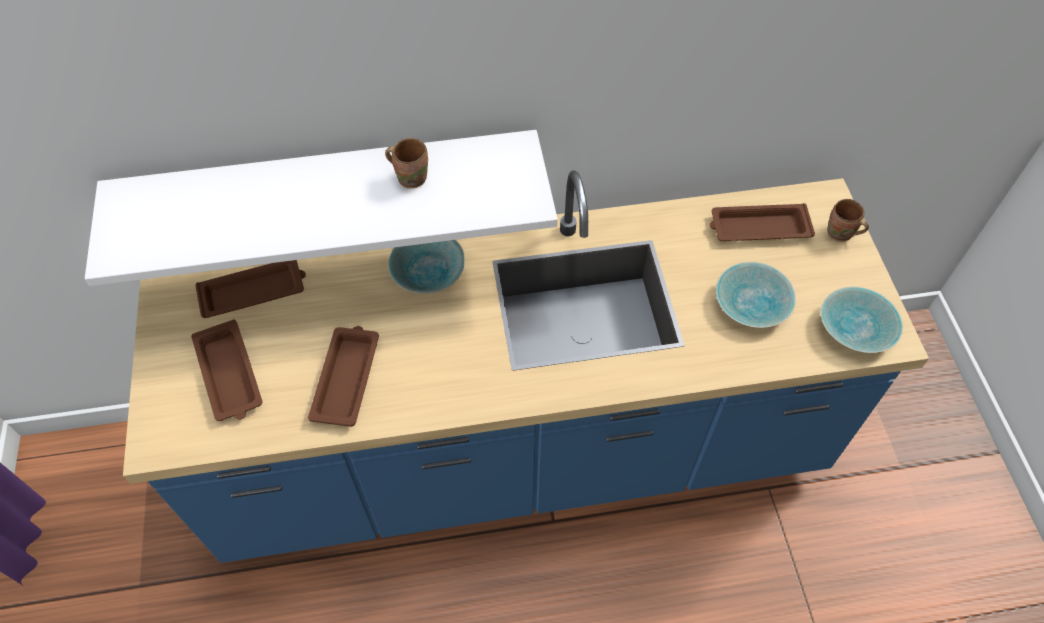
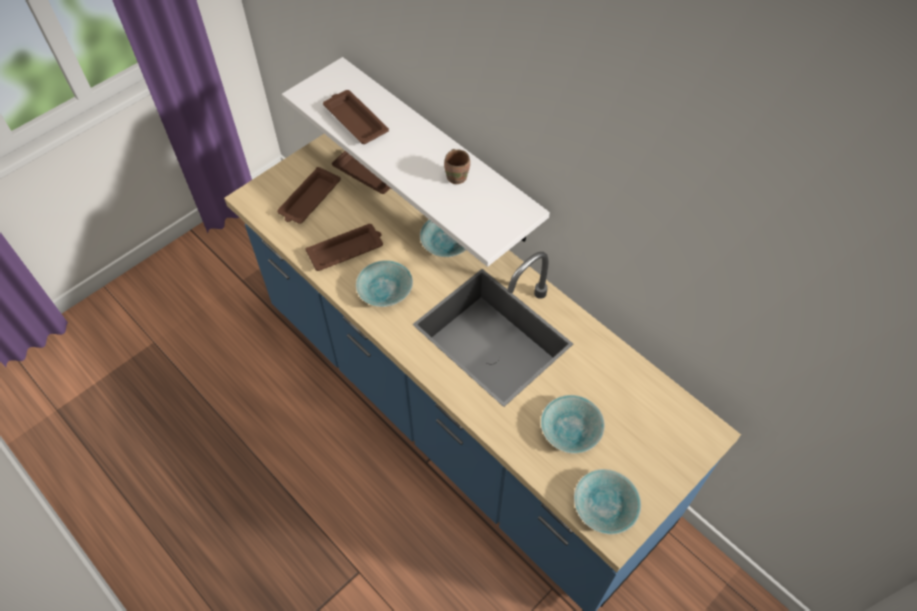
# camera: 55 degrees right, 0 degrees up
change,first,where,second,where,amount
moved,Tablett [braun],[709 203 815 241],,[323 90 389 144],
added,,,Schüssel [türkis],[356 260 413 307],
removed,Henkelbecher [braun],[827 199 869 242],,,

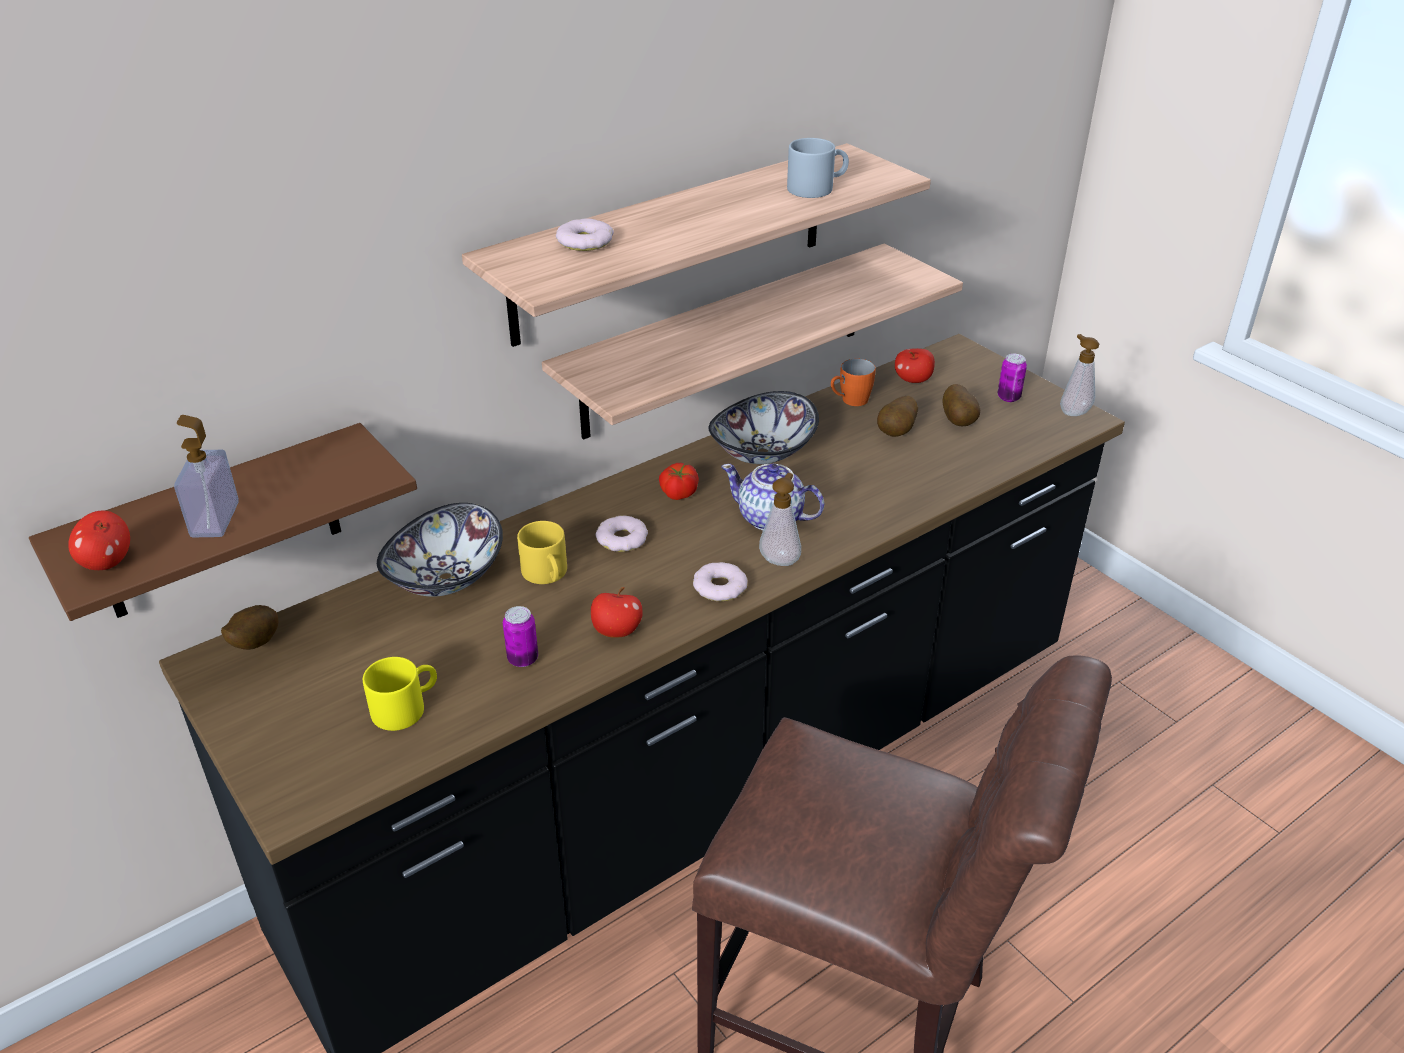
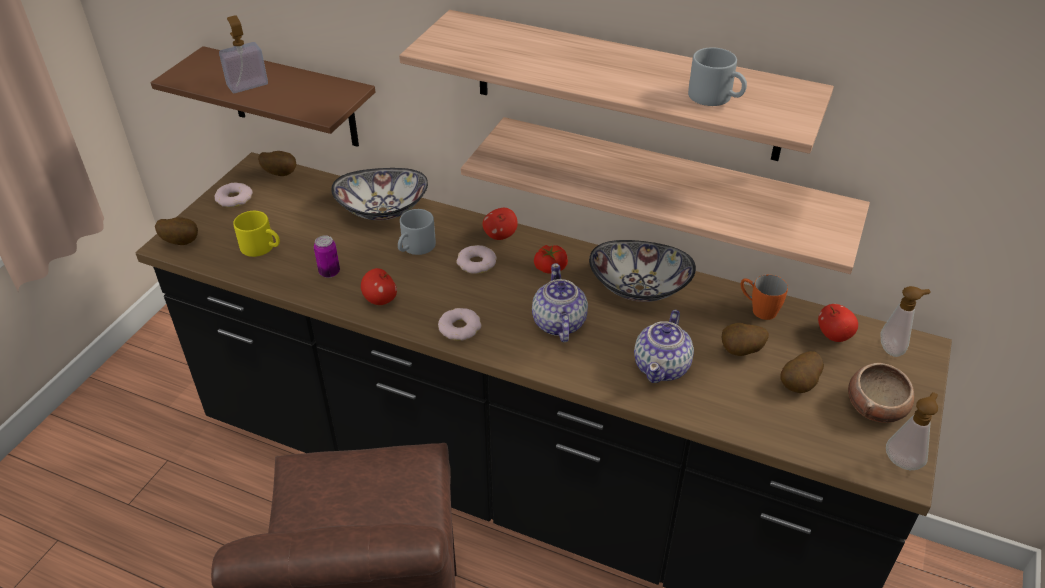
# camera: 60 degrees right, 5 degrees up
change,first,where,second,where,amount
added,,,Kartoffel,[155 217 198 245],
moved,Donut,[556 218 614 251],,[214 183 253 207],
recoloured,Henkelbecher [gelb],[517 521 567 584],Henkelbecher [grau],[398 209 436 255],
moved,Apfel,[68 511 130 570],,[482 208 518 240],
added,,,Teekanne,[634 310 694 383],
replaced,Dose,[997 354 1027 402],Schüssel,[848 363 914 423],
moved,Seifenspender,[759 473 801 566],,[881 286 931 357],

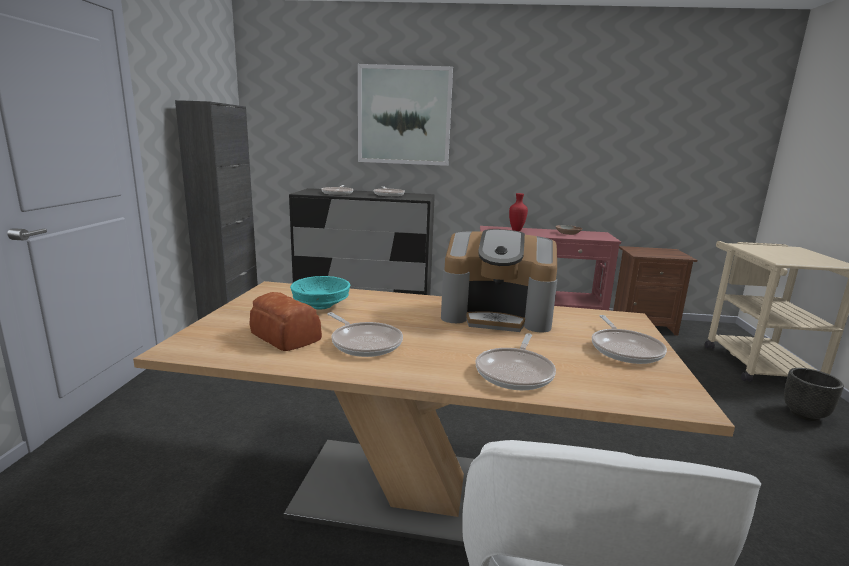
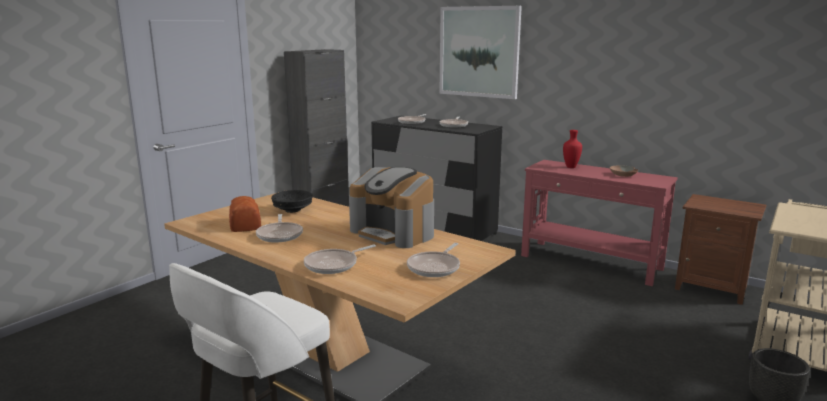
# camera: 30 degrees right, 0 degrees up
change,first,where,second,where,amount
recoloured,Schüssel [türkis],[290 276 350 309],Schüssel [schwarz],[271 190 313 213],

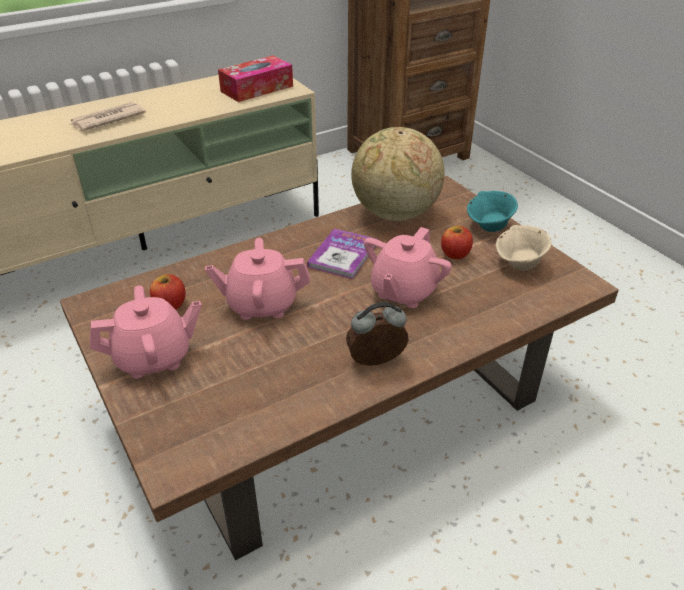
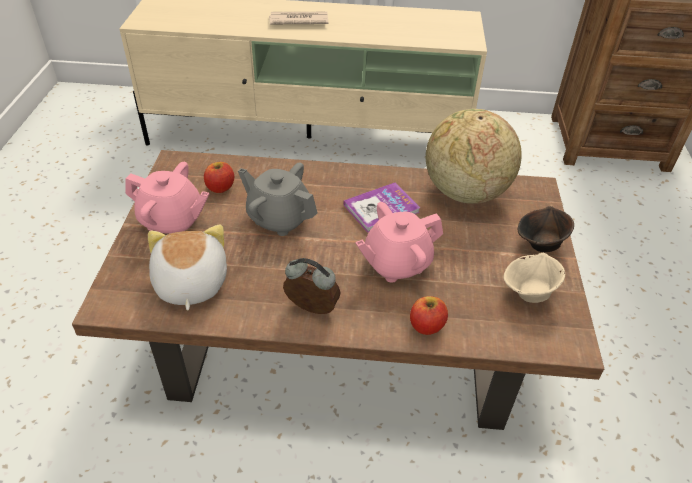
# camera: 35 degrees right, 5 degrees up
change,first,where,second,where,amount
added,,,Plüschtier,[148 224 227 311],
recoloured,Teekanne [rosa],[205 238 310 320],Teekanne [grau],[238 163 318 236],
moved,Apfel,[441 226 473 259],,[410 296 448 335],
recoloured,Schüssel [türkis],[467 191 518 232],Schüssel [braun],[518 206 574 252],
removed,Taschentuchbox,[218 56 293 102],,,

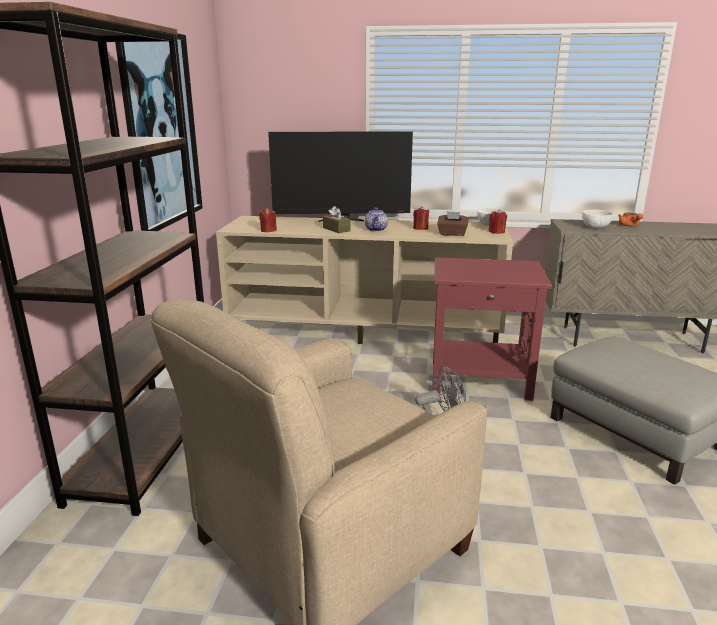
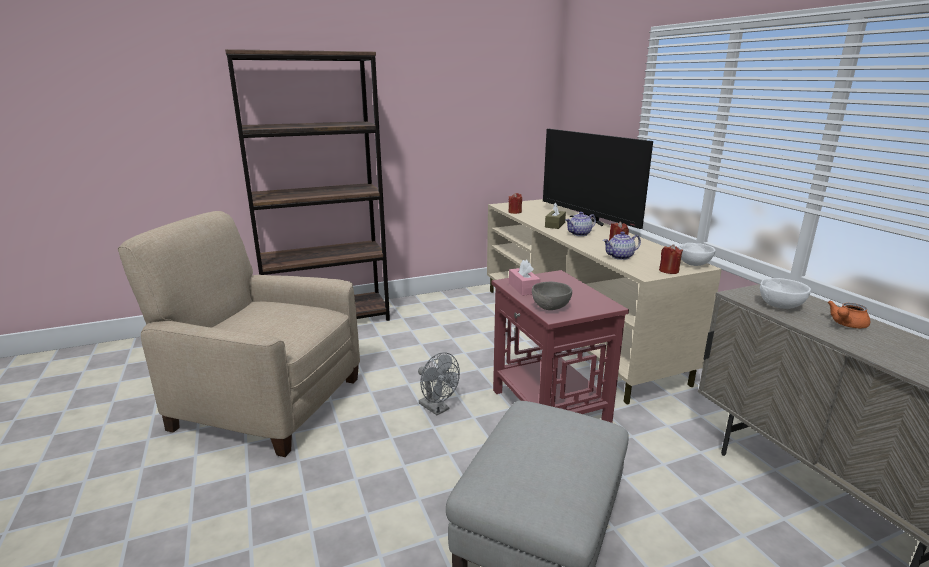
# camera: 60 degrees right, 0 degrees up
change,first,where,second,where,amount
added,,,Taschentuchbox [rosa],[509 260 540 296],
added,,,Schüssel [grau],[532 282 572 310],
replaced,Taschentuchbox [braun],[437 211 469 236],Teekanne,[603 232 641 260],
removed,Bild,[115 34 203 231],,,

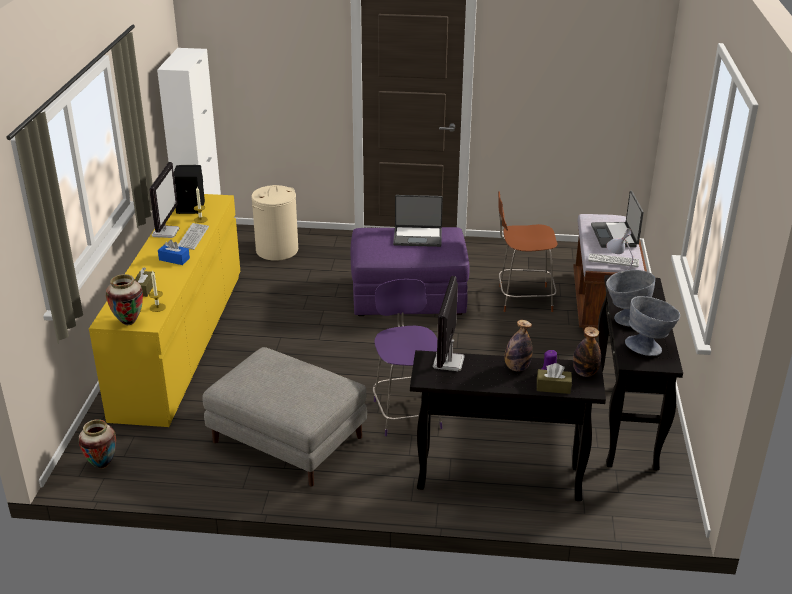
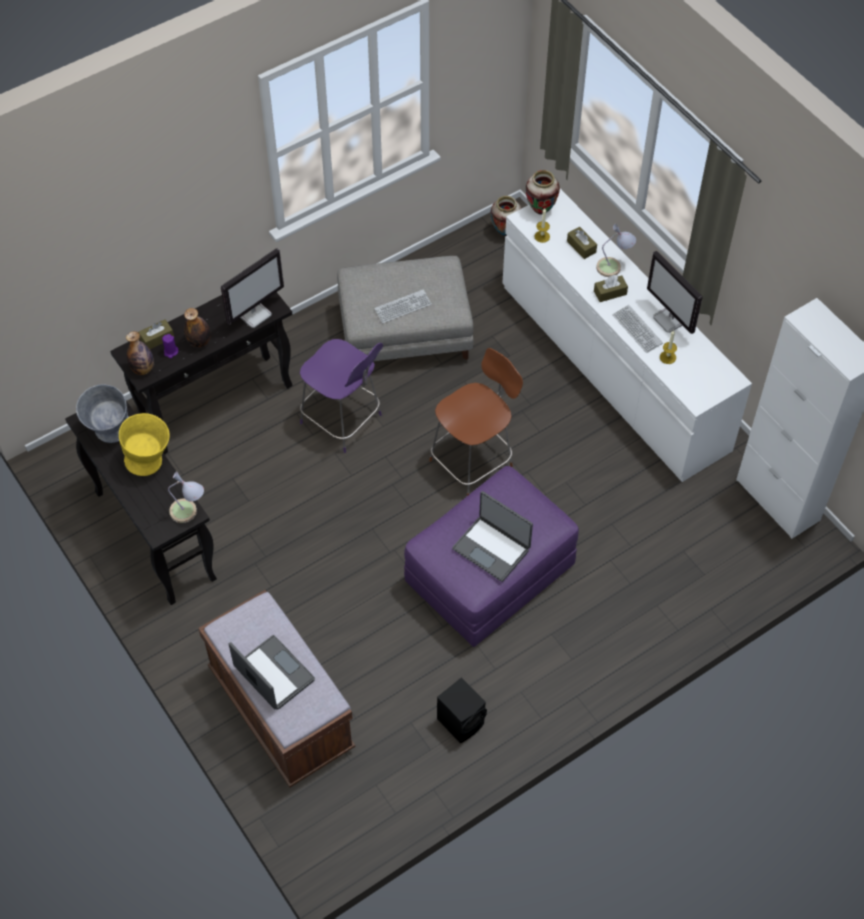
# camera: 140 degrees right, 25 degrees up
change,first,where,second,where,amount
recoloured,Schüssel [grau],[606 270 655 326],Schüssel [gelb],[119 413 169 476],
turned,Monitor,[433 276 465 371],,[221 248 284 328],75 degrees clockwise
moved,Tastatur,[588 253 639 267],,[374 289 432 323],
moved,Stuhl [braun],[498 191 558 312],,[429 348 523 496],
moved,Lautsprecher [schwarz],[174 165 205 214],,[437 677 487 744],
turned,Laptop,[393 195 443 247],,[452 491 533 582],105 degrees counterclockwise
recoloured,Kommode [gelb],[89 194 240 427],Kommode [weiß],[502 189 752 482],
recoloured,Taschentuchbox [blau],[158 240 190 265],Taschentuchbox [braun],[594 275 628 302],
added,,,Tischlampe,[596 223 636 277],
removed,Wäschekorb [beige],[251 185 298 261],,,

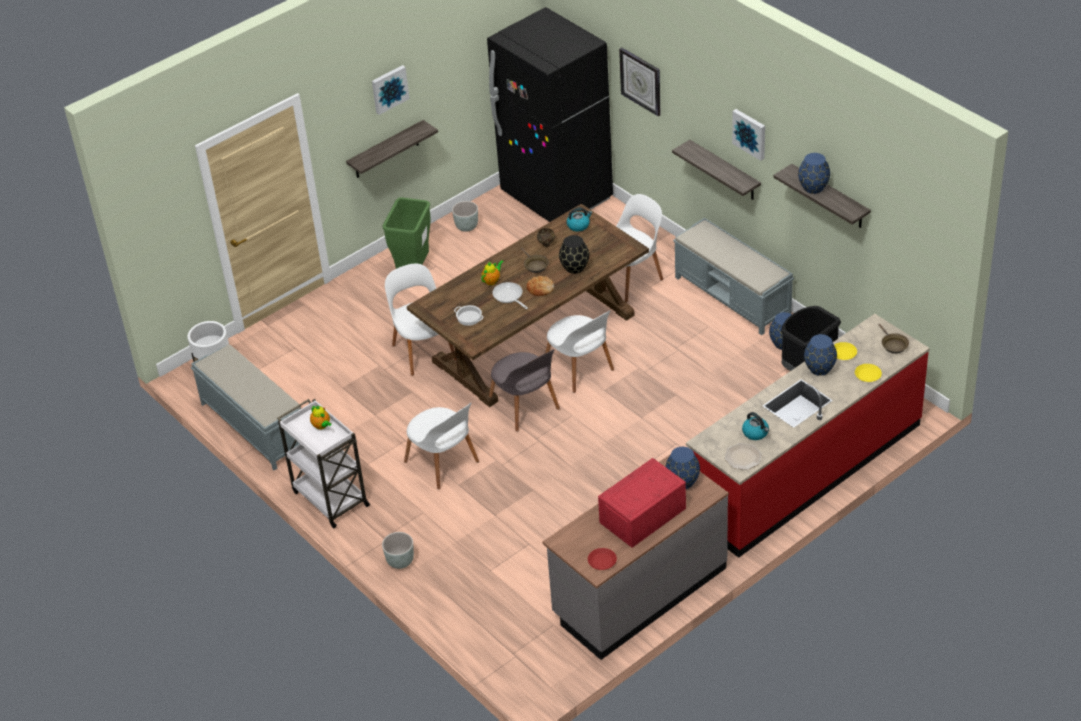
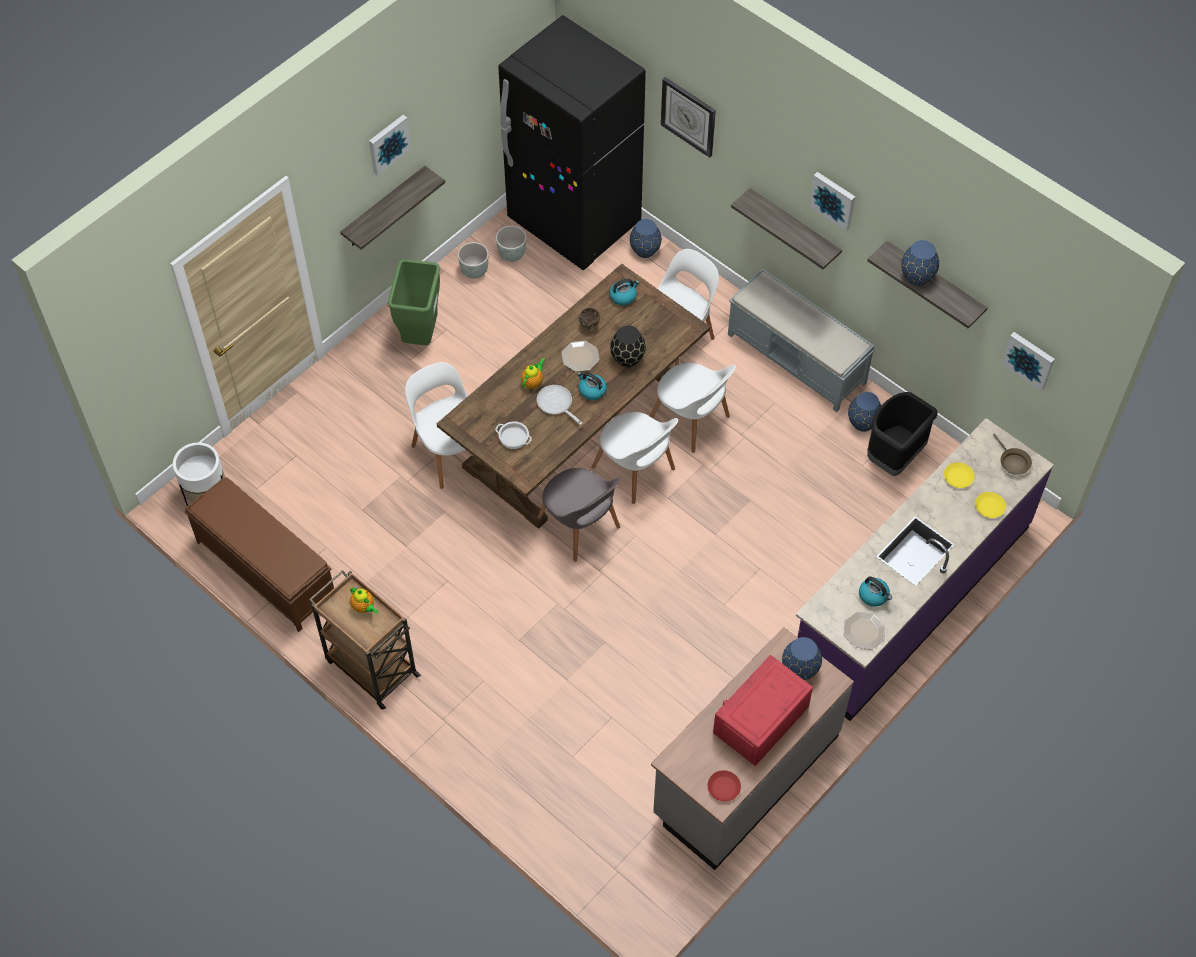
# camera: 10 degrees left, 15 degrees up
change,first,where,second,where,amount
recoloured,Bank [grau],[191 344 301 470],Bank [braun],[184 478 334 632],
recoloured,Rollwagen [weiß],[277 399 370 528],Rollwagen [braun],[309 570 421 710],
moved,Pflanzkübel [grau],[382 532 414 569],,[496 226 526 262],
replaced,Pfanne [braun],[521 248 549 273],Teller,[561 341 599 372],
replaced,Brot,[526 276 554 296],Wasserkessel,[577 372 607 400],
moved,Vase [blau],[804 334 837 376],,[630 219 662 258],
moved,Stuhl [weiß],[404 403 479 490],,[650 363 736 453],
recoloured,Küchenzeile [rot],[686 314 930 558],Küchenzeile [lila],[796 418 1054 721],
added,,,Bild,[1001 332 1055 391],

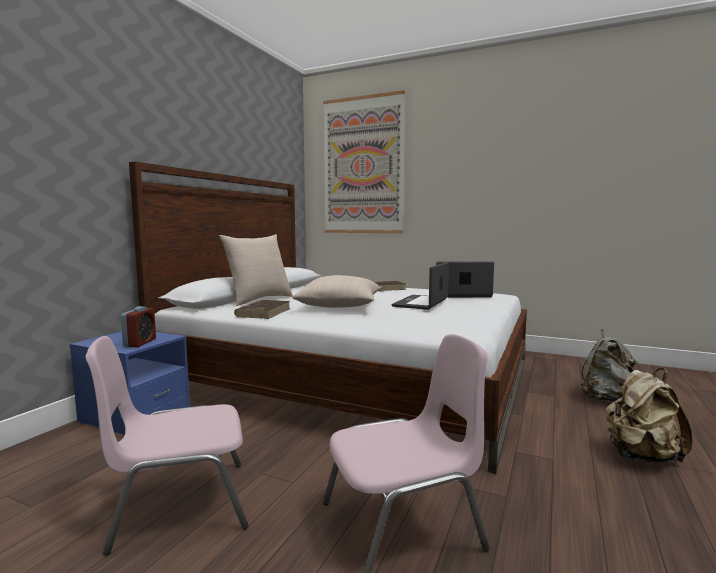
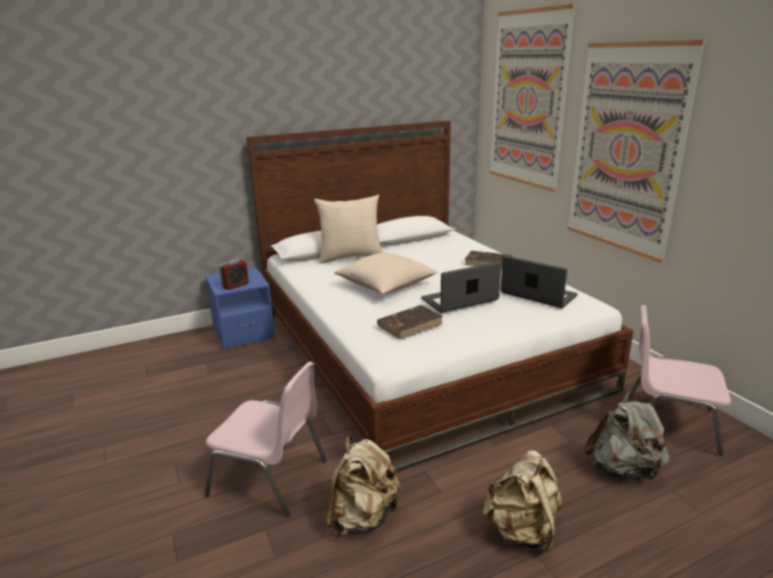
# camera: 40 degrees right, 15 degrees up
change,first,where,second,where,amount
added,,,Rucksack [beige],[325 436 400 536],
moved,Buch [braun],[234 300 290 319],,[377 305 443 340],
added,,,Bild,[567 40 706 263],
moved,Stuhl [rosa],[86 336 249 555],,[628 305 731 456],

